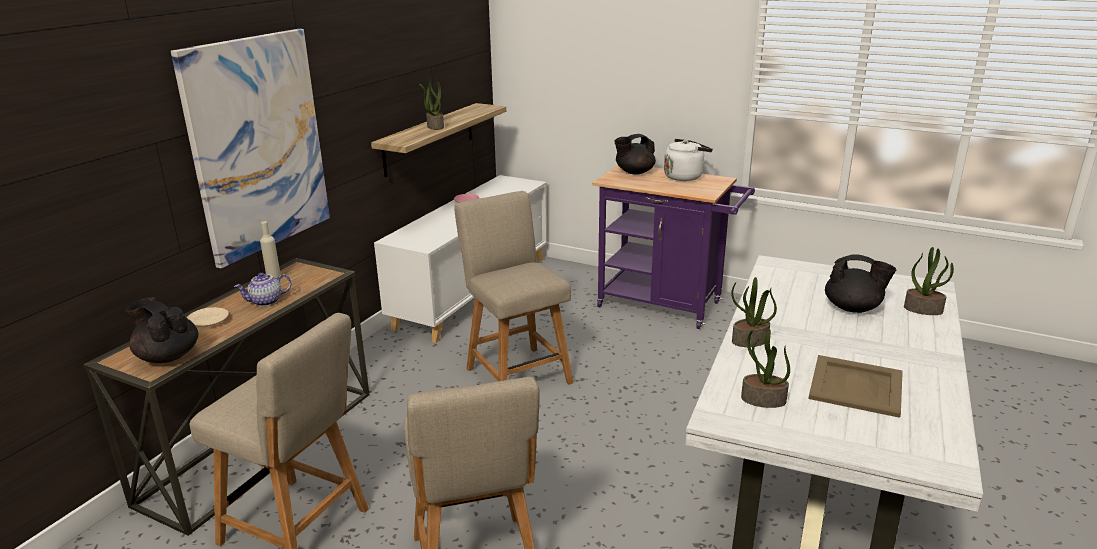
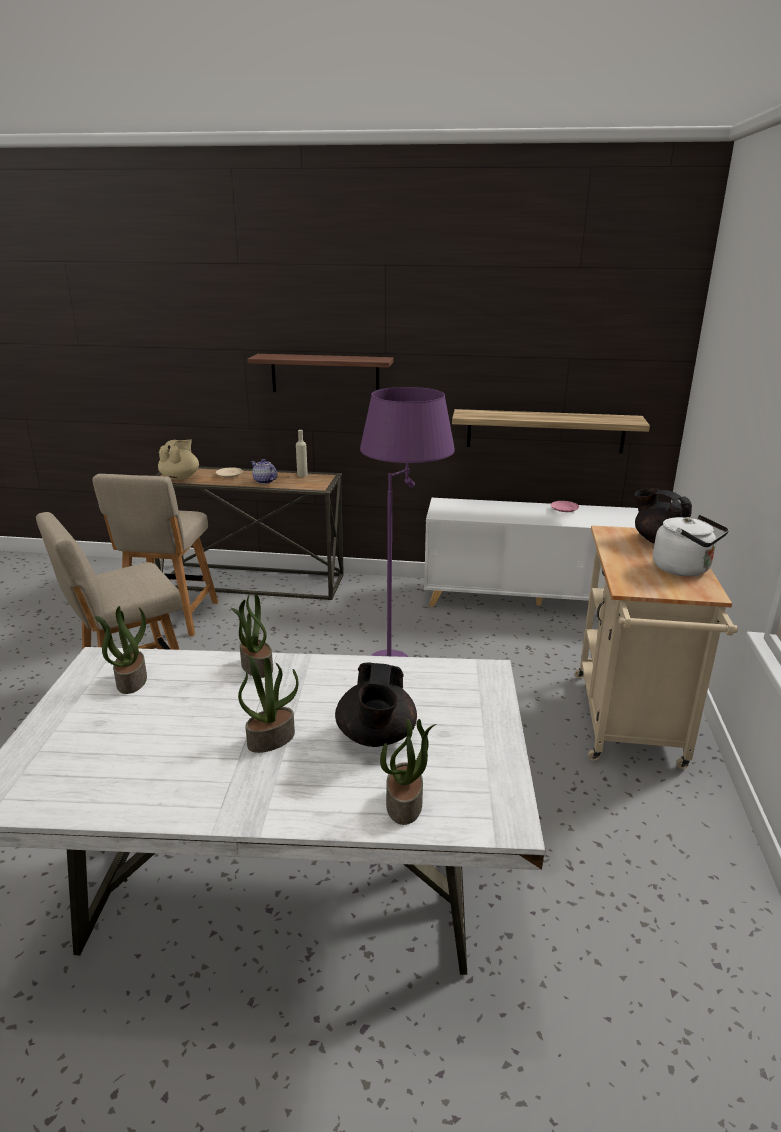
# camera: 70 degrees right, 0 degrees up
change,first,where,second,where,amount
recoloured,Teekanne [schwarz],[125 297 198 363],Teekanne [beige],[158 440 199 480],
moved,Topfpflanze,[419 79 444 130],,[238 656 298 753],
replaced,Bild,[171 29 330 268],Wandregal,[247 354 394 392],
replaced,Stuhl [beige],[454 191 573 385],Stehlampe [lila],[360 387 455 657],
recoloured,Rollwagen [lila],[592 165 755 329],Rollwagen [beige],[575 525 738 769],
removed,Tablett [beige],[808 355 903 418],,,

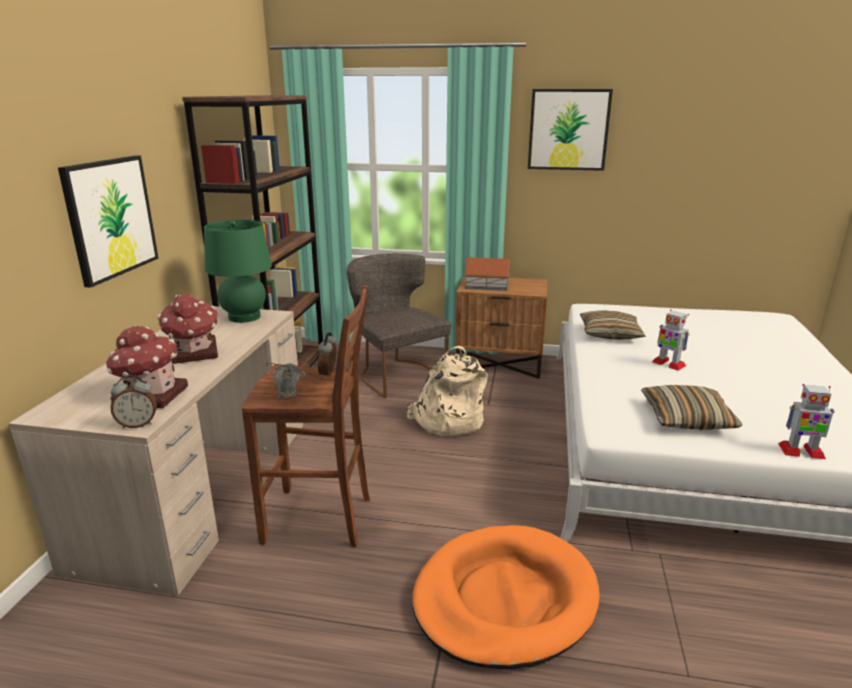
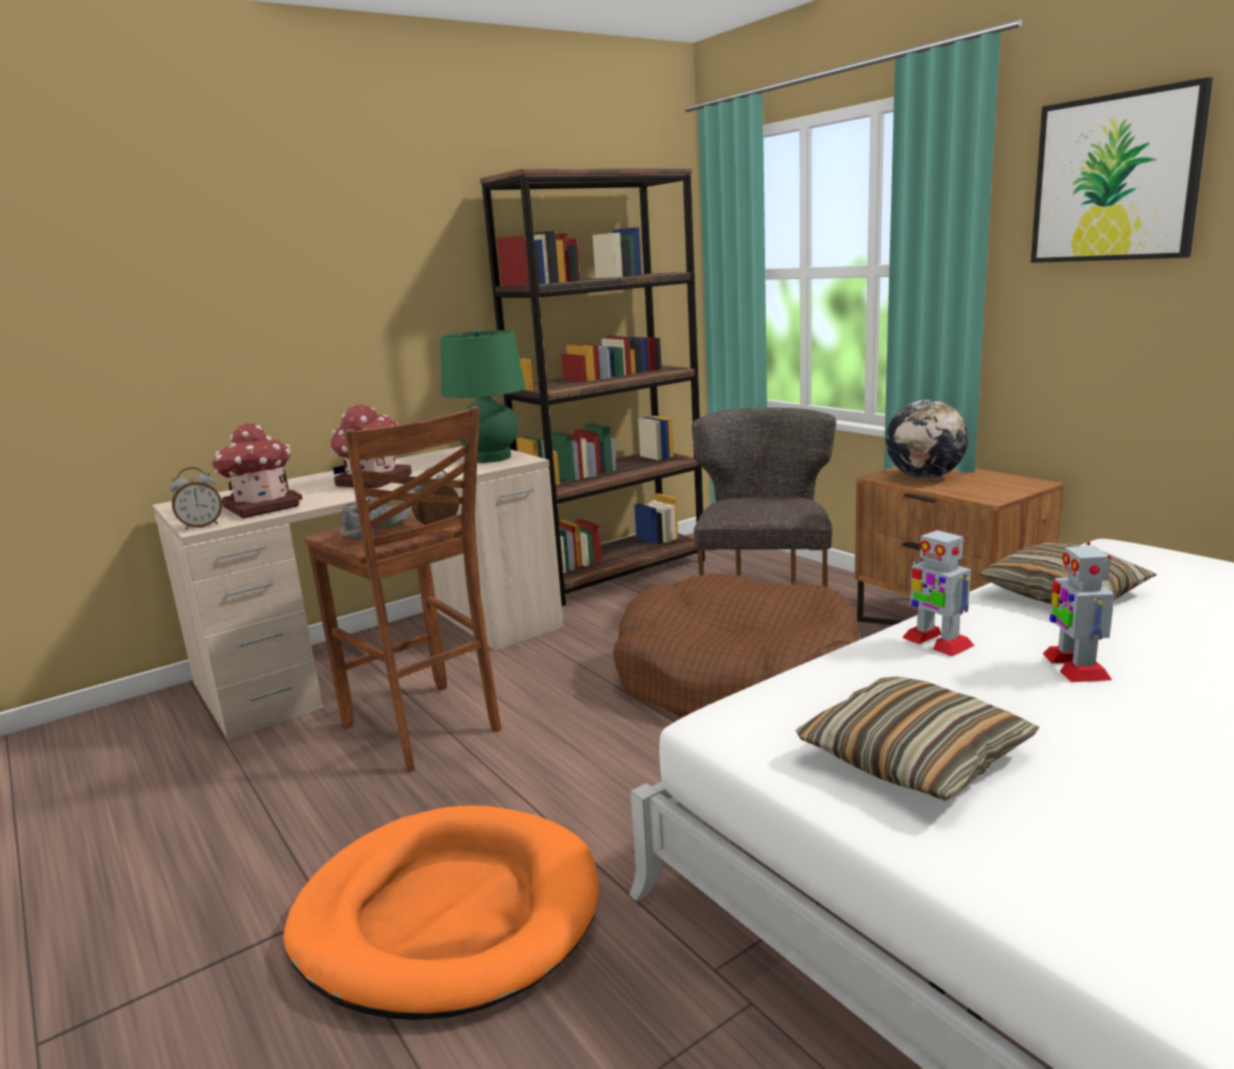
# camera: 45 degrees right, 5 degrees down
change,first,where,second,where,amount
turned,Wecker,[111 375 157 428],,[170 467 222 530],60 degrees counterclockwise
replaced,Rucksack [beige],[406 346 488 436],Hundebett [braun],[613 573 859 717],
replaced,Spielzeughaus,[464 257 510 291],Globus,[886 400 968 479],
moved,Spielzeugroboter,[778 384 835 459],,[902 527 975 656],
removed,Bild,[58 155 159 288],,,

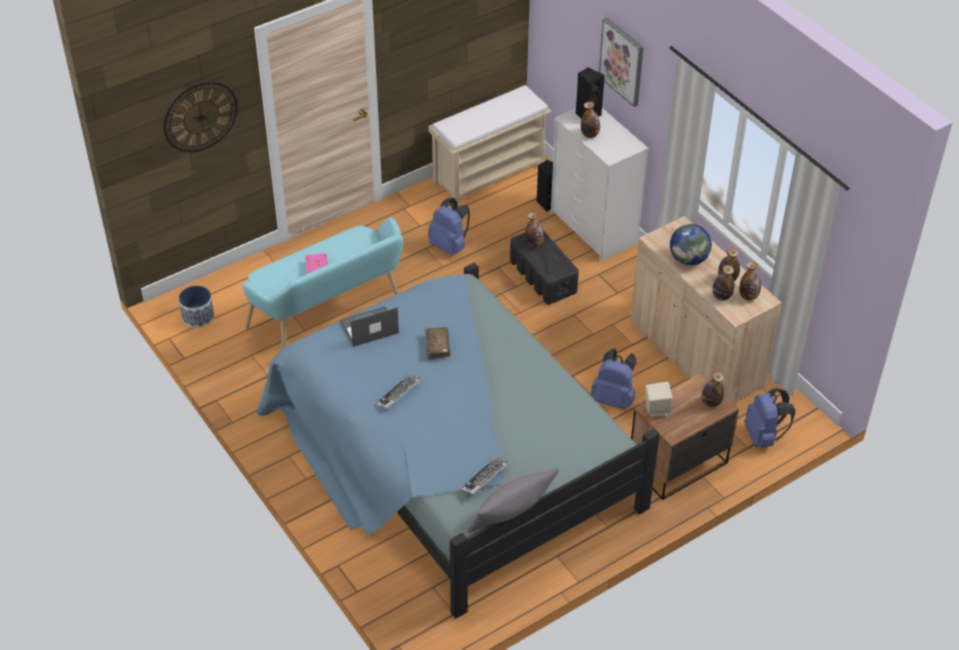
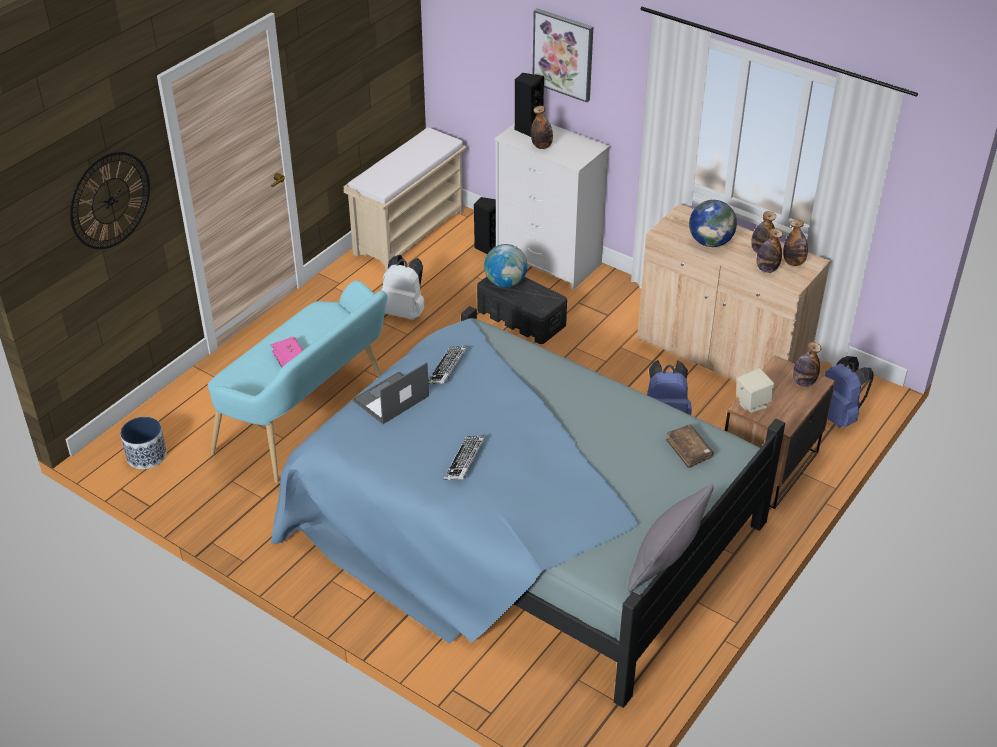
# camera: 20 degrees left, 5 degrees down
change,first,where,second,where,amount
recoloured,Rucksack [blau],[428 198 470 255],Rucksack [weiß],[381 255 425 320],
moved,Tastatur,[460 457 509 495],,[428 346 467 384],
replaced,Flasche,[525 212 544 247],Globus,[484 244 528 288],
moved,Buch [braun],[425 327 450 360],,[666 424 714 468],

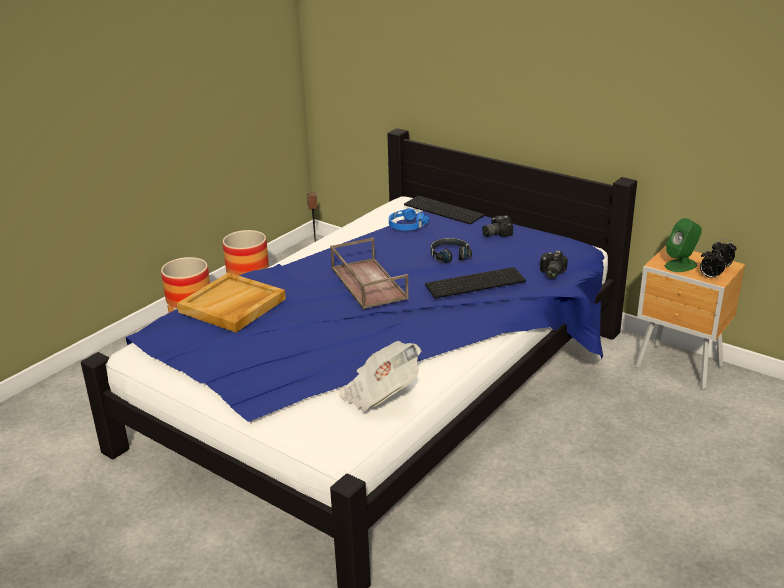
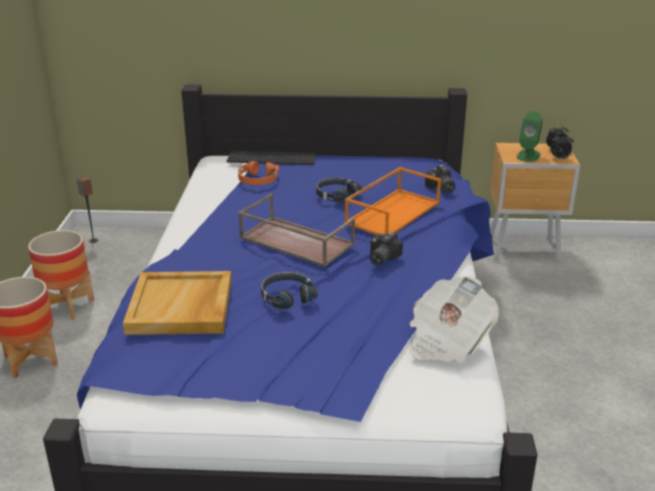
# camera: 35 degrees left, 0 degrees up
change,first,where,second,where,amount
recoloured,Kopfhörer [blau],[389 208 429 231],Kopfhörer [orange],[238 161 279 185],
added,,,Kopfhörer [schwarz],[261 272 318 310],
replaced,Tastatur,[425 267 526 298],Tablett [orange],[344 167 441 235],
moved,Kamera,[482 216 513 237],,[370 232 403 265],

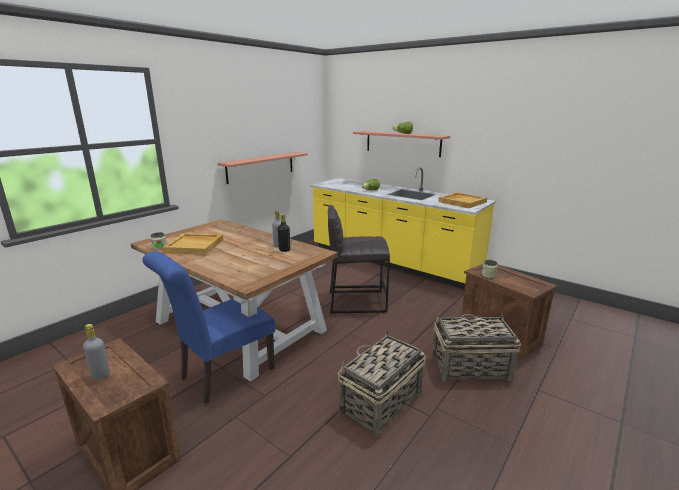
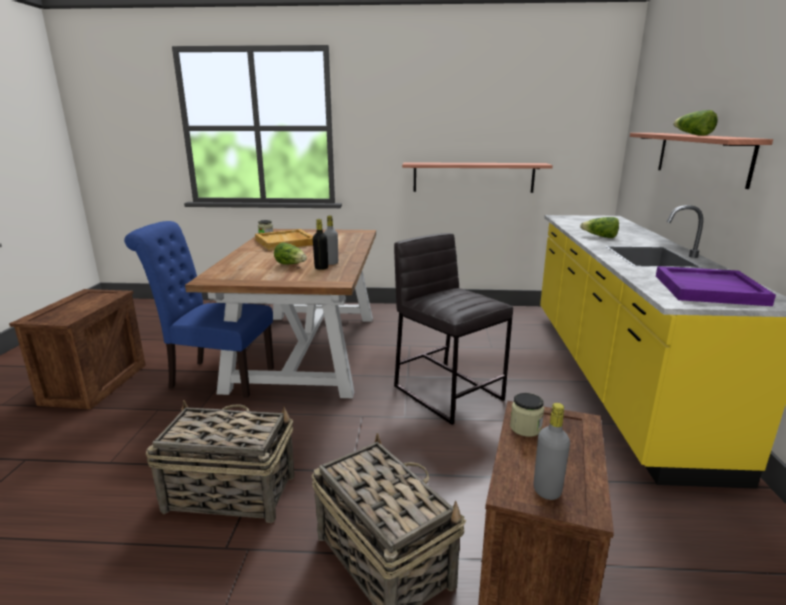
# camera: 55 degrees right, 0 degrees up
change,first,where,second,where,amount
added,,,Salatkopf,[274 242 307 265],
moved,Flasche [grau],[83 324 110 380],,[533 403 570 500],
recoloured,Tablett [beige],[438 192 487 208],Tablett [lila],[656 266 776 306],

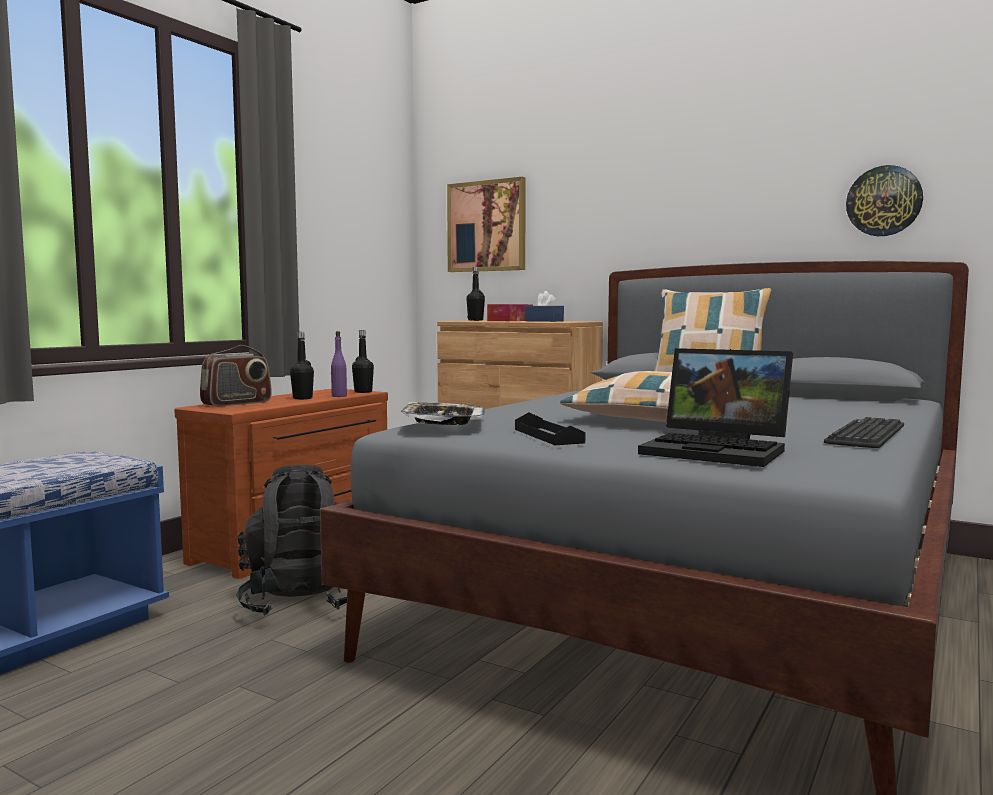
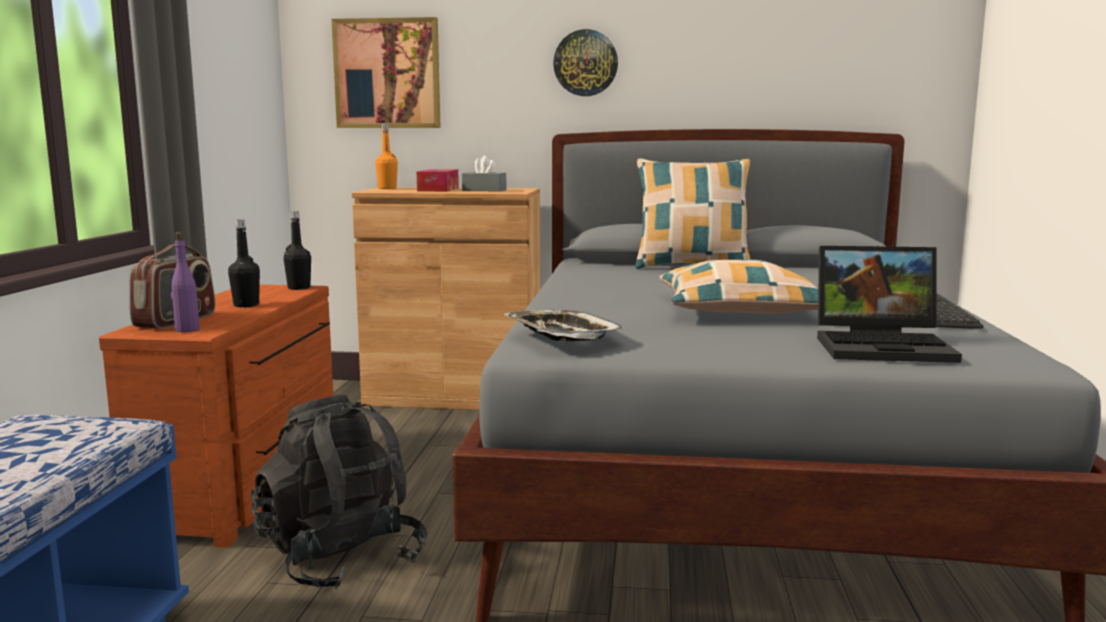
# camera: 25 degrees left, 5 degrees up
change,first,where,second,where,amount
moved,Flasche [lila],[331 331 347 397],,[171 232 200 332],
recoloured,Flasche [schwarz],[466 267 485 321],Flasche [orange],[375 124 398 189],
recoloured,Taschentuchbox [blau],[525 291 564 322],Taschentuchbox [grau],[462 156 506 192],
moved,Wanduhr,[846 165 923 236],,[553 29 618 96],
removed,Tablett [schwarz],[515 412 585 445],,,

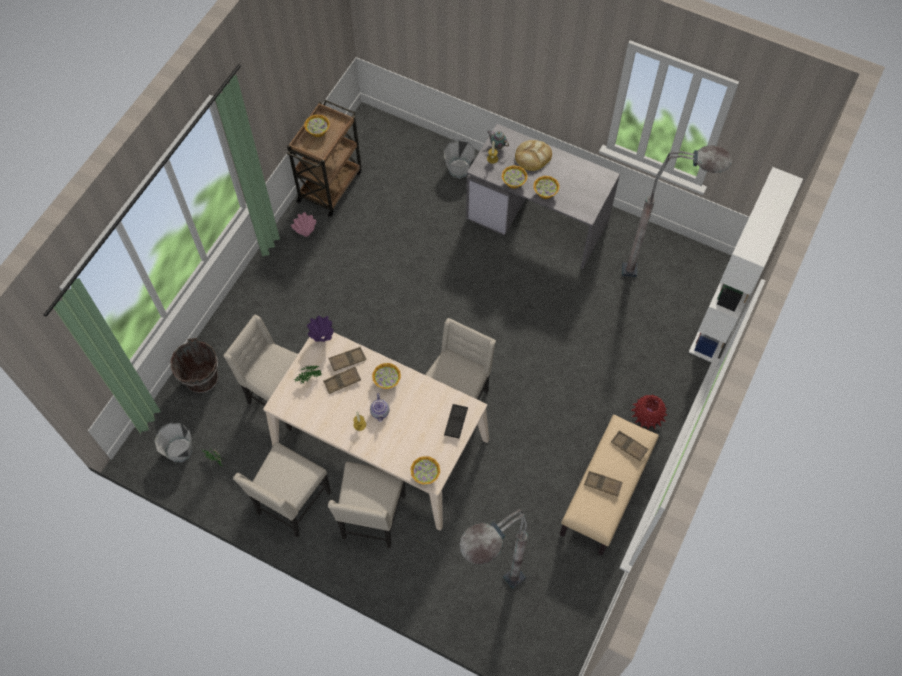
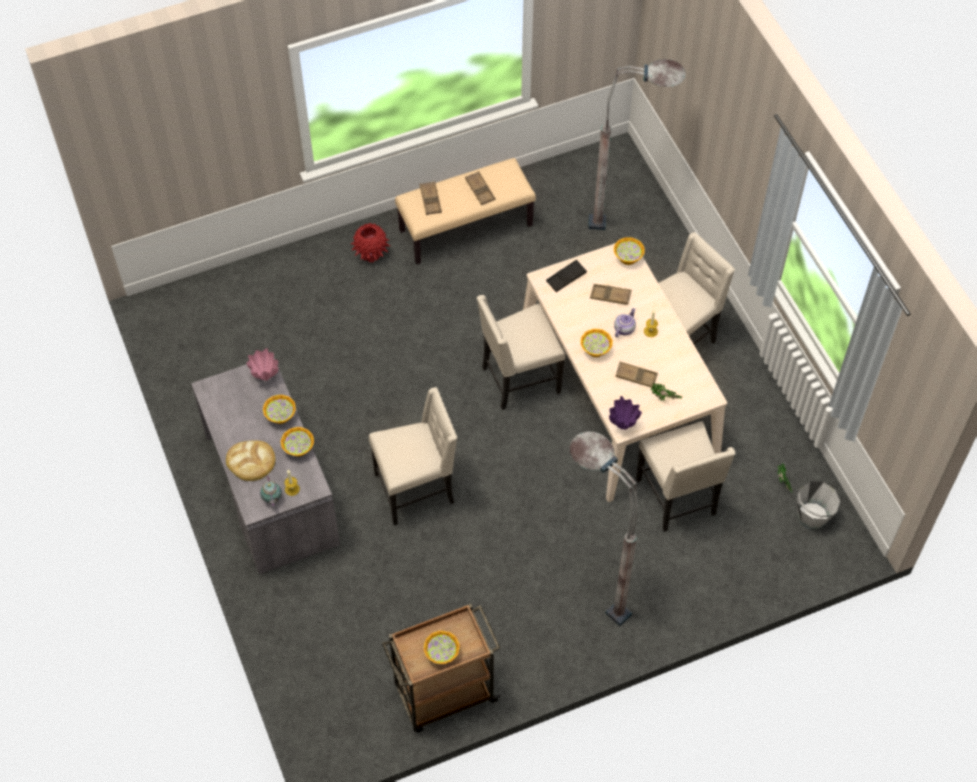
# camera: 140 degrees left, 5 degrees down
change,first,where,second,where,amount
moved,Vase [rosa],[291 212 316 237],,[246 348 278 381],
moved,Stuhl [beige],[233 442 331 538],,[369 387 457 525],
moved,Stehlampe [grau],[622 145 732 277],,[570 431 638 626],
moved,Tablett [braun],[328 347 366 371],,[590 284 631 305],
removed,Eimer [braun],[171 338 218 393],,,
removed,Eimer [grau],[444 139 475 178],,,
removed,Bücherregal [weiß],[689 167 803 362],,,

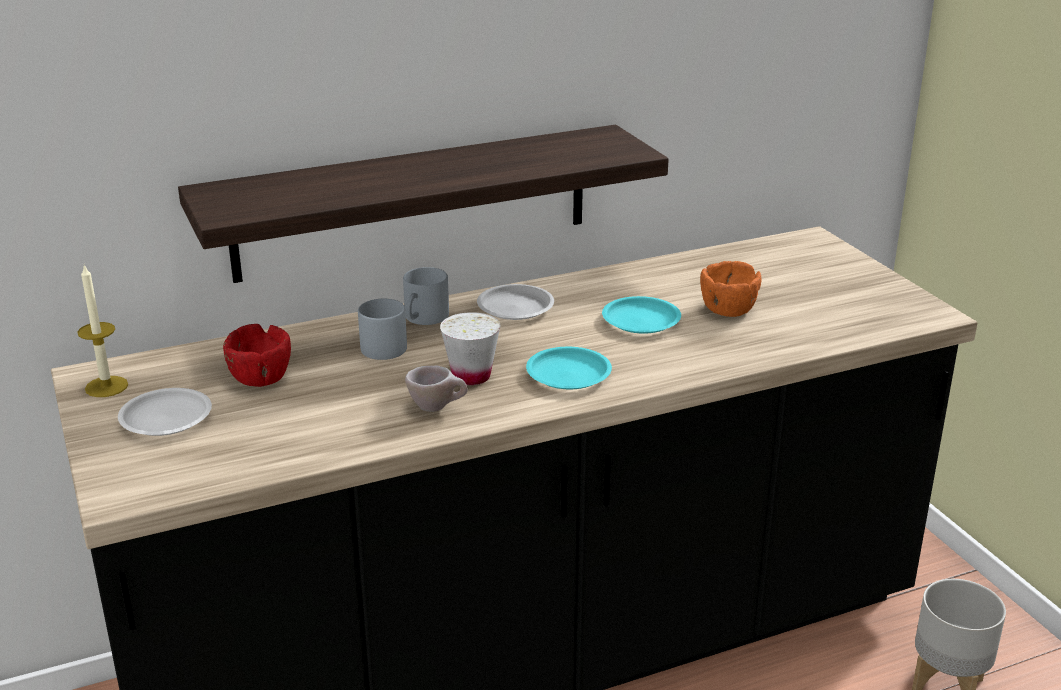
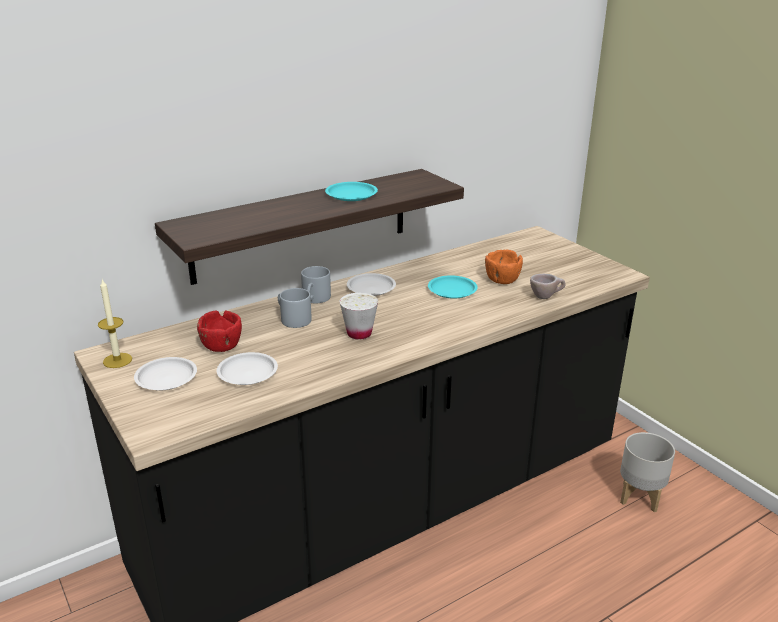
# camera: 10 degrees left, 0 degrees up
change,first,where,second,where,amount
added,,,Teller [weiß],[217 352 278 385],
moved,Teller [türkis],[526 347 612 389],,[325 182 378 201],
moved,Tasse [beige],[405 366 468 412],,[530 274 566 299],

